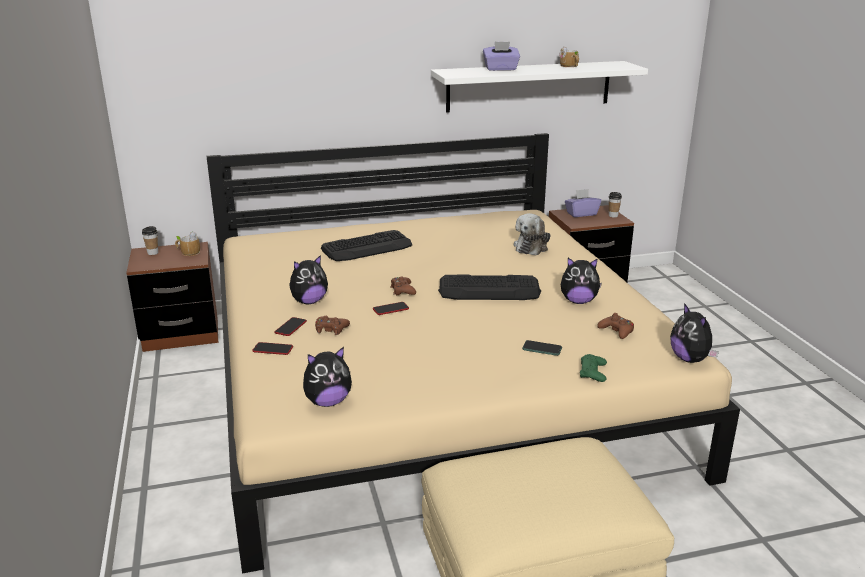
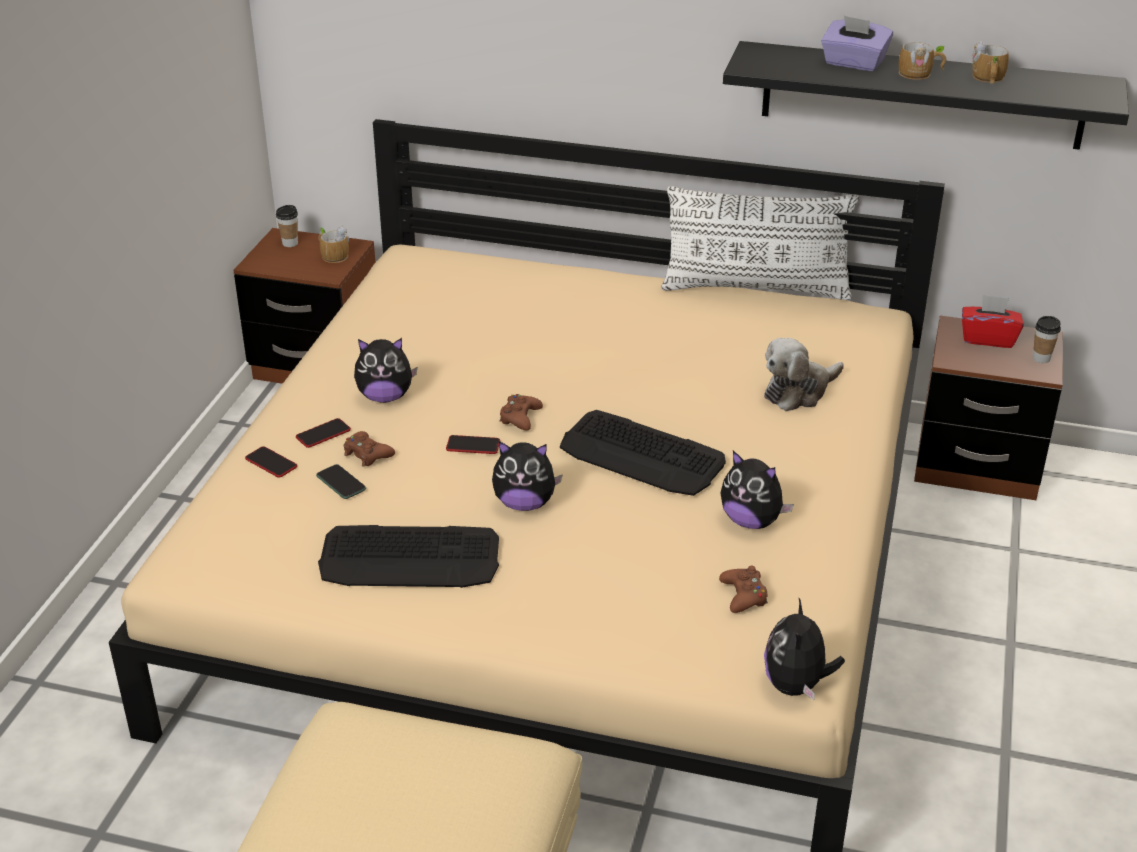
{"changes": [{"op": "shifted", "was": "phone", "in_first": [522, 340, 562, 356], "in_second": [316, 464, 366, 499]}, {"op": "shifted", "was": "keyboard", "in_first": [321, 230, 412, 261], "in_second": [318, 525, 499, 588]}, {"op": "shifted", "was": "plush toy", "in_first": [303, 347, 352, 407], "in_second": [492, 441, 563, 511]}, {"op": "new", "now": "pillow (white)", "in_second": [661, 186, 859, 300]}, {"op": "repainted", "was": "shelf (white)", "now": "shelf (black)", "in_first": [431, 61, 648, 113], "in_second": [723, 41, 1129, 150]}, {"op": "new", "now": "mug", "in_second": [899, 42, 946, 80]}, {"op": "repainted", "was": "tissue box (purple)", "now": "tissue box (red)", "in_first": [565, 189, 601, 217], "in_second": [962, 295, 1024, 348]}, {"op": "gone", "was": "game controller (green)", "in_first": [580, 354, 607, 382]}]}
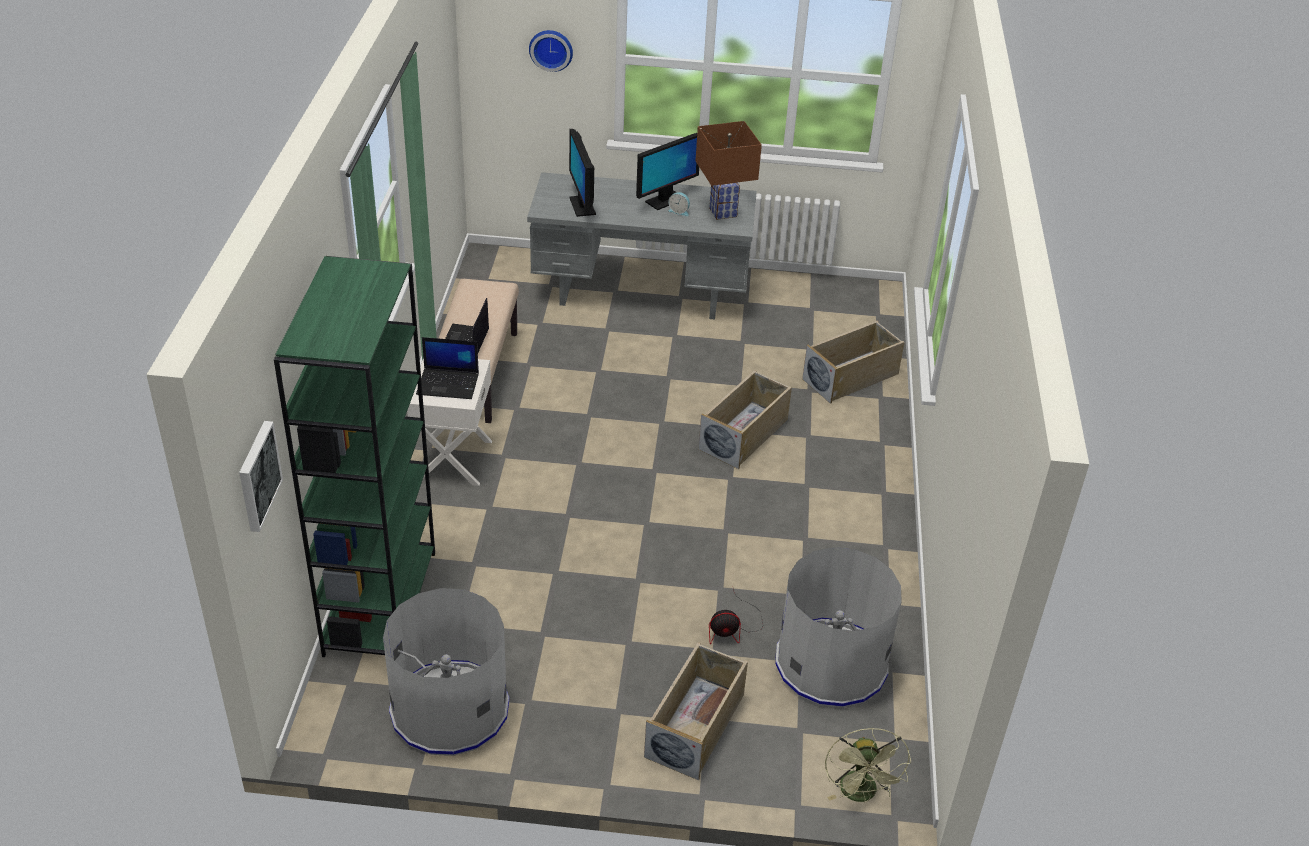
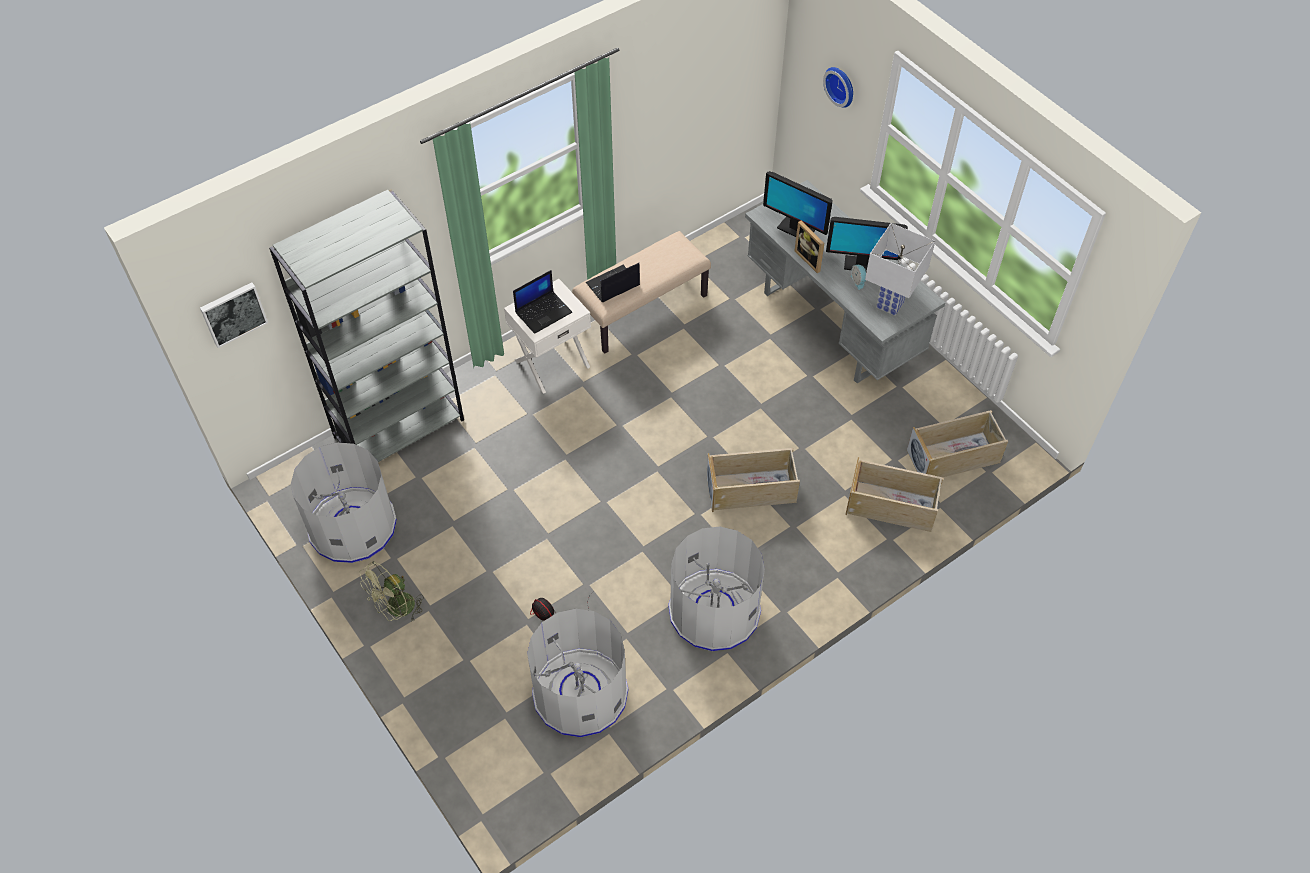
{"changes": [{"op": "repainted", "was": "bookcase (green)", "now": "bookcase (grey)", "in_first": [274, 256, 435, 657], "in_second": [269, 189, 464, 462]}, {"op": "shifted", "was": "fan (green)", "in_first": [825, 728, 911, 802], "in_second": [360, 561, 424, 622]}, {"op": "rotated", "was": "laptop", "in_first": [416, 337, 479, 399], "in_second": [513, 270, 572, 334], "clockwise": -90}, {"op": "new", "now": "trash can (grey)", "in_second": [668, 527, 765, 651]}, {"op": "rotated", "was": "monitor", "in_first": [569, 129, 596, 217], "in_second": [763, 171, 833, 237], "clockwise": -90}, {"op": "new", "now": "picture frame", "in_second": [794, 221, 824, 273]}, {"op": "repainted", "was": "table lamp (brown)", "now": "table lamp (white)", "in_first": [696, 121, 762, 220], "in_second": [865, 223, 935, 316]}, {"op": "shifted", "was": "storage box (beige)", "in_first": [644, 642, 748, 780], "in_second": [907, 410, 1008, 477]}]}
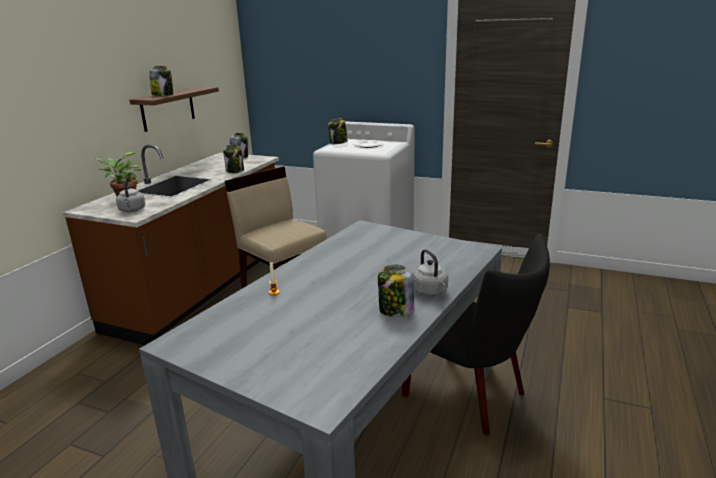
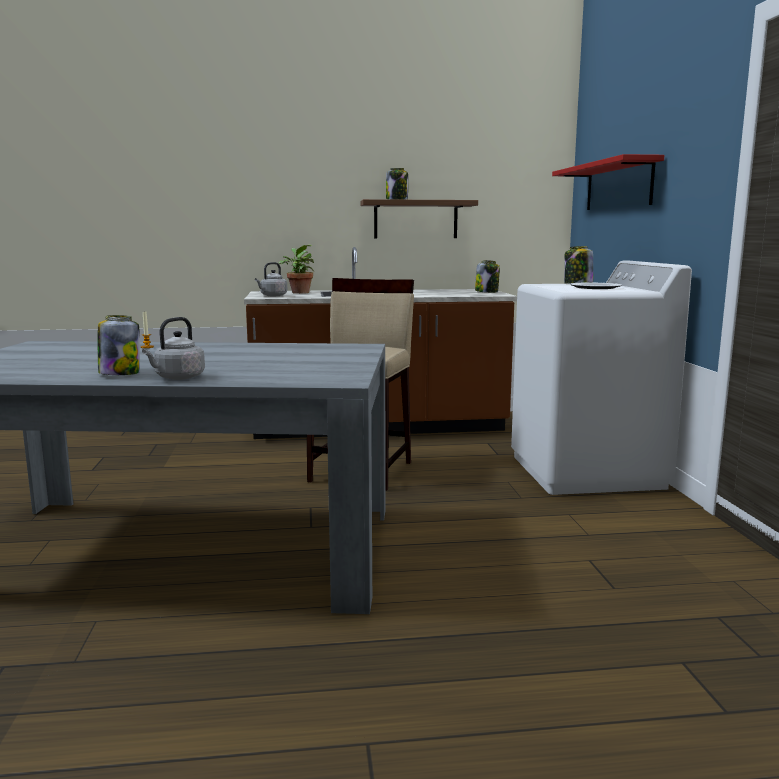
{"changes": [{"op": "new", "now": "shelf (red)", "in_second": [552, 154, 664, 210]}, {"op": "gone", "was": "jar", "in_first": [223, 144, 244, 173]}, {"op": "gone", "was": "chair (black)", "in_first": [402, 234, 550, 435]}]}
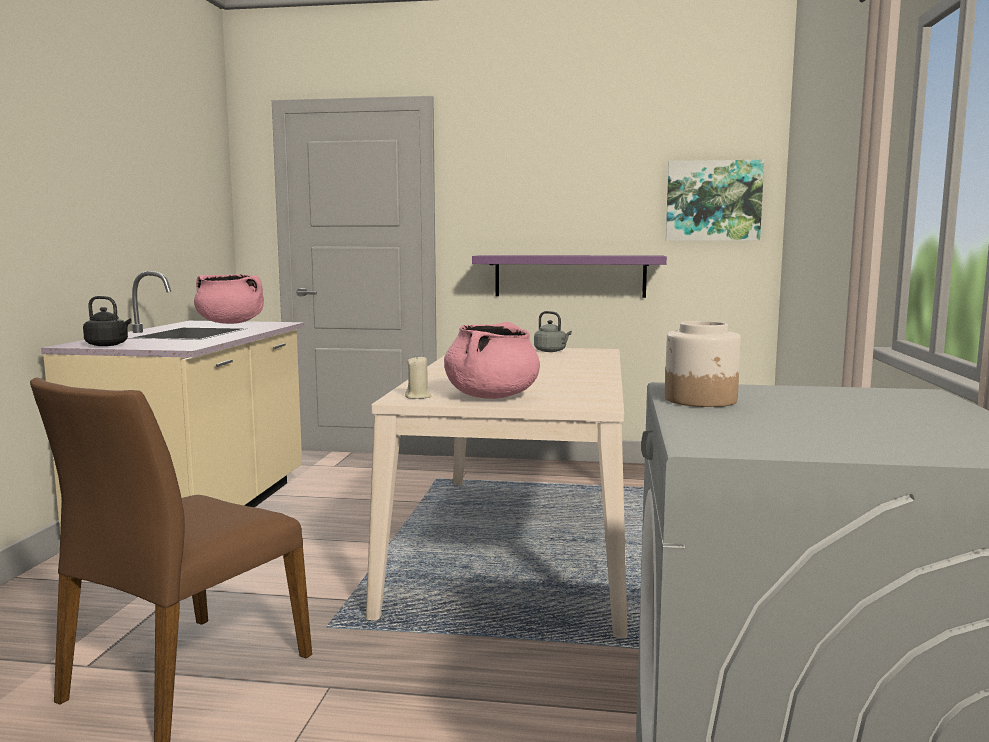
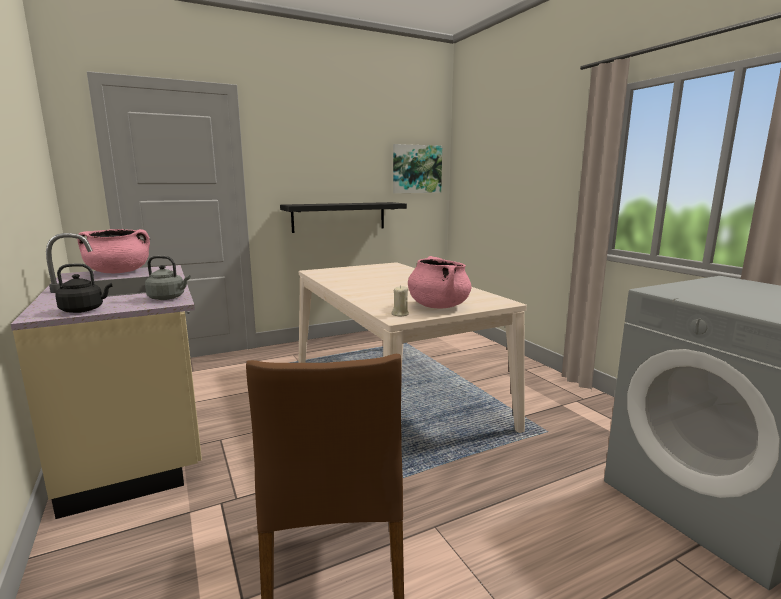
{"changes": [{"op": "shifted", "was": "kettle (grey)", "in_first": [534, 311, 572, 352], "in_second": [145, 256, 190, 300]}, {"op": "repainted", "was": "shelf (purple)", "now": "shelf (black)", "in_first": [472, 255, 667, 298], "in_second": [280, 202, 407, 233]}, {"op": "gone", "was": "jar", "in_first": [665, 321, 741, 407]}]}
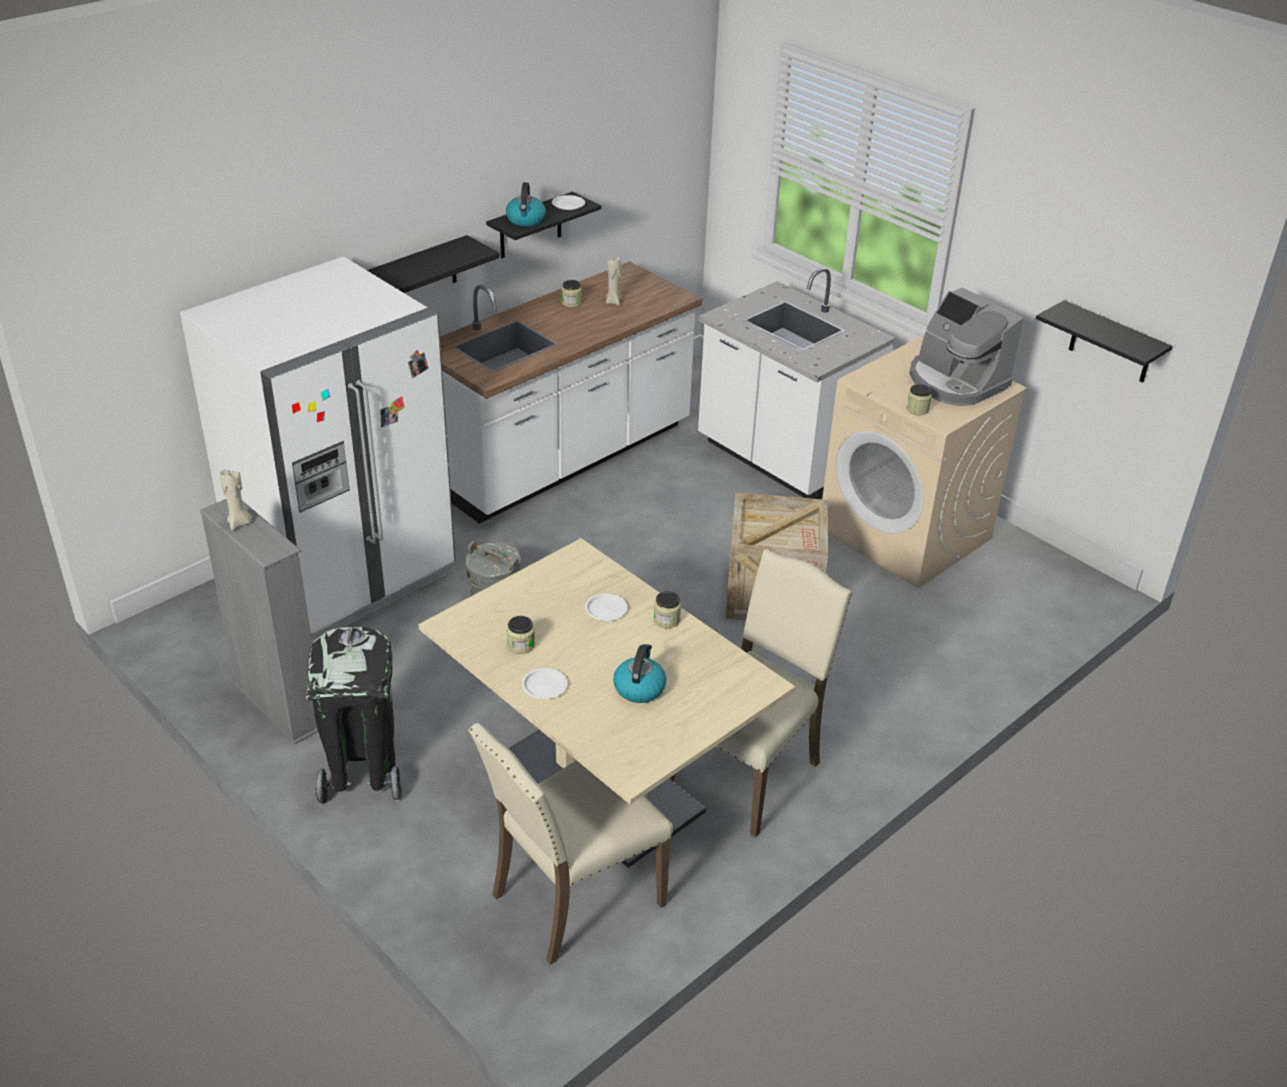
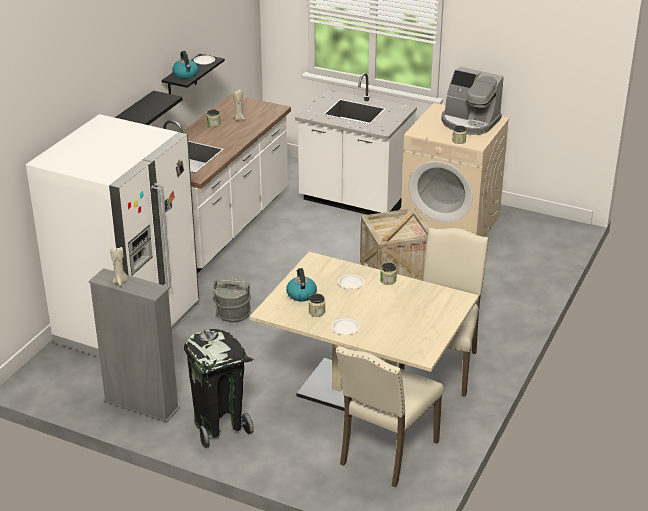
{"changes": [{"op": "shifted", "was": "kettle", "in_first": [613, 644, 666, 703], "in_second": [286, 268, 317, 301]}, {"op": "gone", "was": "shelf (black)", "in_first": [1036, 300, 1172, 383]}]}
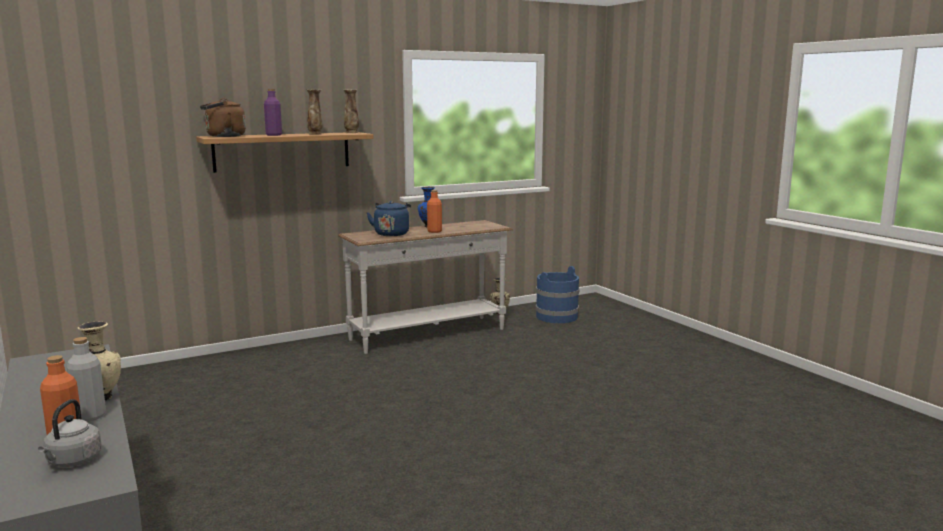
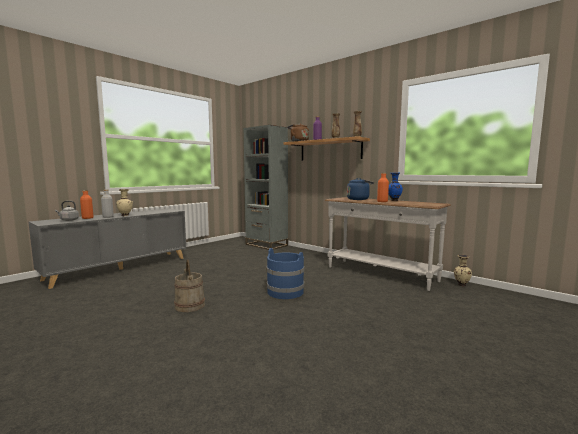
{"changes": [{"op": "new", "now": "bucket (beige)", "in_second": [174, 260, 205, 312]}, {"op": "new", "now": "bookcase (grey)", "in_second": [244, 125, 288, 250]}, {"op": "shifted", "was": "bucket (blue)", "in_first": [536, 266, 580, 323], "in_second": [267, 248, 304, 299]}]}
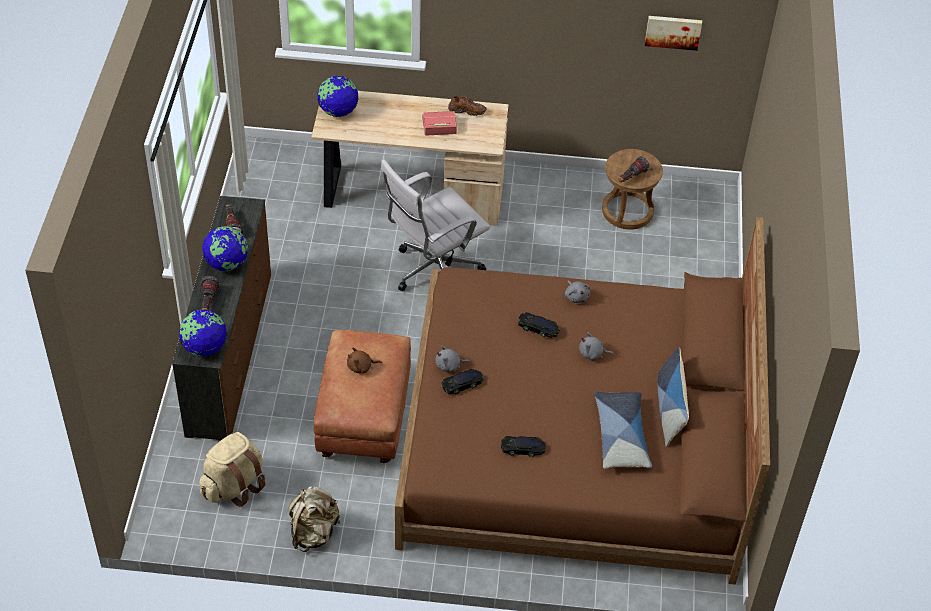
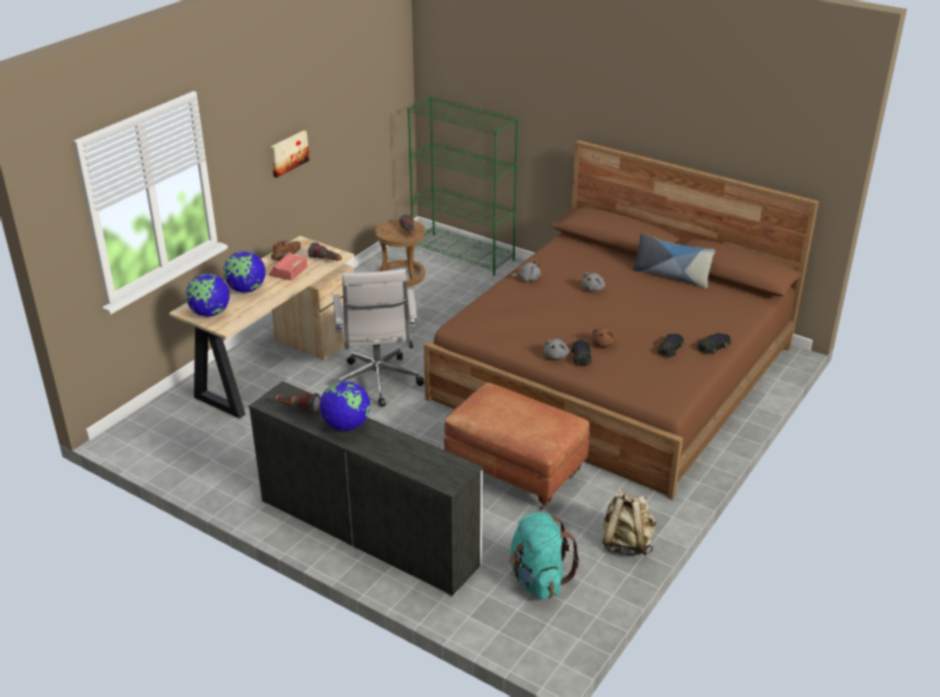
{"changes": [{"op": "shifted", "was": "globe", "in_first": [179, 309, 227, 357], "in_second": [223, 251, 266, 293]}, {"op": "repainted", "was": "dresser (brown)", "now": "dresser (white)", "in_first": [172, 196, 271, 441], "in_second": [248, 381, 483, 597]}, {"op": "shifted", "was": "picture", "in_first": [645, 16, 702, 51], "in_second": [270, 130, 309, 178]}, {"op": "shifted", "was": "flashlight", "in_first": [201, 276, 220, 310], "in_second": [308, 242, 342, 261]}, {"op": "new", "now": "bookcase (green)", "in_second": [407, 96, 519, 276]}, {"op": "repainted", "was": "backpack (beige)", "now": "backpack (turquoise)", "in_first": [199, 432, 265, 507], "in_second": [509, 512, 580, 600]}, {"op": "shifted", "was": "plush toy (brown)", "in_first": [347, 347, 382, 373], "in_second": [592, 327, 617, 347]}, {"op": "shifted", "was": "toy car (black)", "in_first": [518, 312, 559, 338], "in_second": [697, 333, 731, 354]}, {"op": "gone", "was": "pillow", "in_first": [595, 391, 652, 469]}]}
